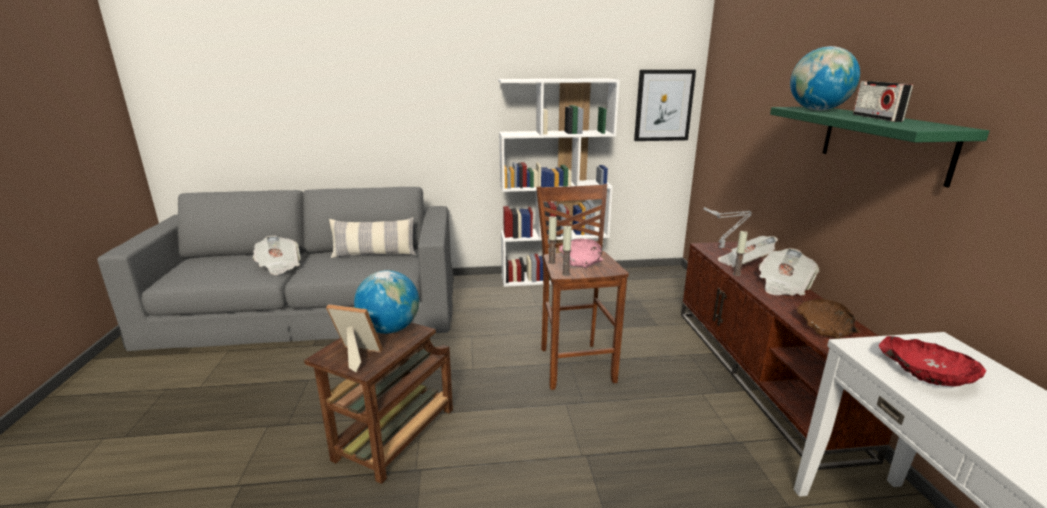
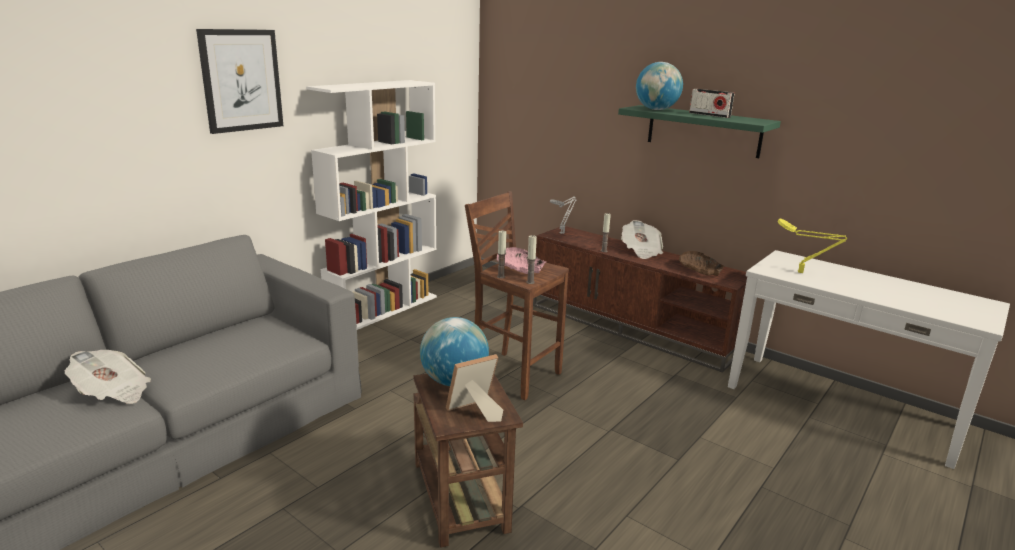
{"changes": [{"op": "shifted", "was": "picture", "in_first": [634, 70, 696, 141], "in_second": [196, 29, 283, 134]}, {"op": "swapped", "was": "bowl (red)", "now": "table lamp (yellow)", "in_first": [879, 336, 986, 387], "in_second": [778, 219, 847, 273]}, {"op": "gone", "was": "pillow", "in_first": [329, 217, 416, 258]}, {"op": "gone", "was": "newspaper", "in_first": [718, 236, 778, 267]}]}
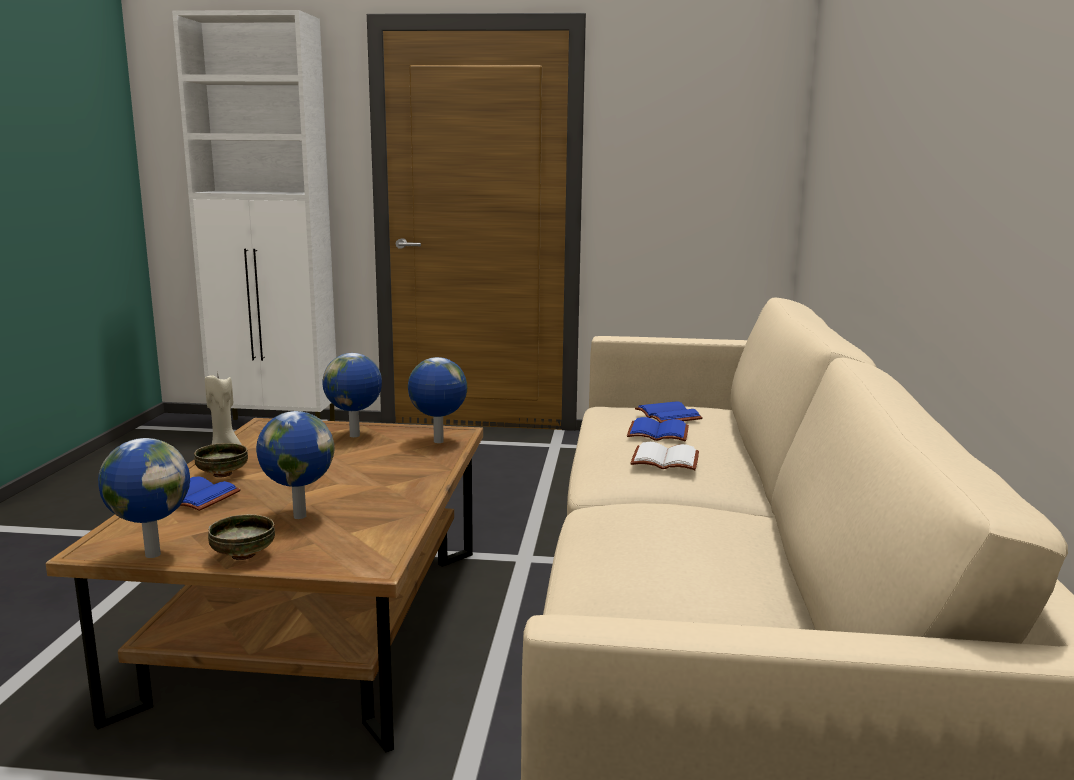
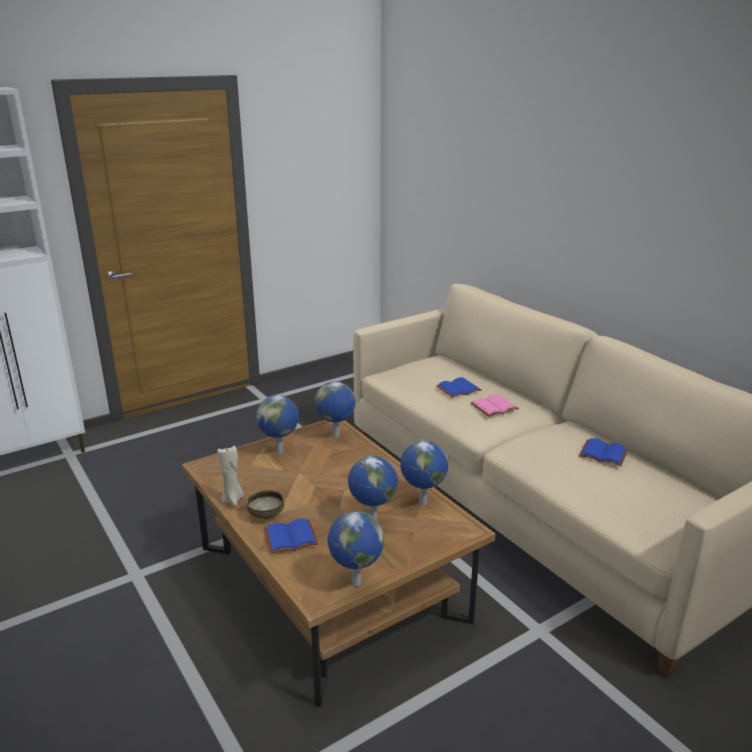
{"changes": [{"op": "new", "now": "globe", "in_second": [400, 440, 448, 506]}, {"op": "repainted", "was": "book (white)", "now": "book (pink)", "in_first": [630, 442, 699, 470], "in_second": [471, 394, 519, 417]}, {"op": "shifted", "was": "book (blue)", "in_first": [635, 401, 703, 423], "in_second": [579, 438, 628, 467]}, {"op": "gone", "was": "bowl", "in_first": [208, 514, 275, 560]}]}
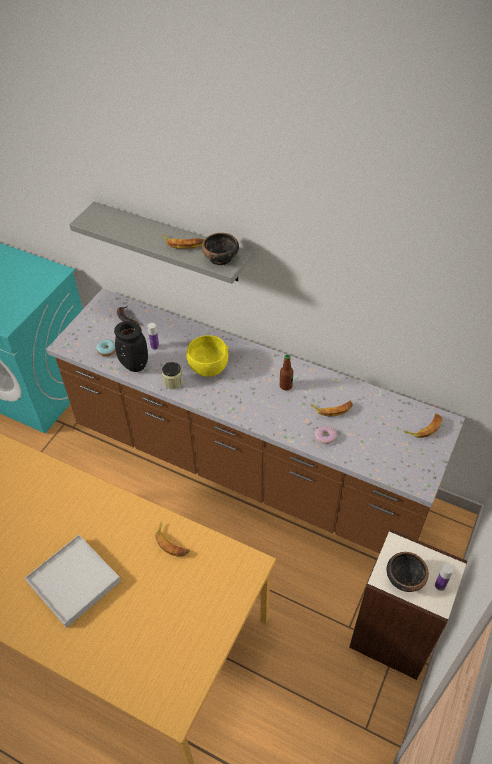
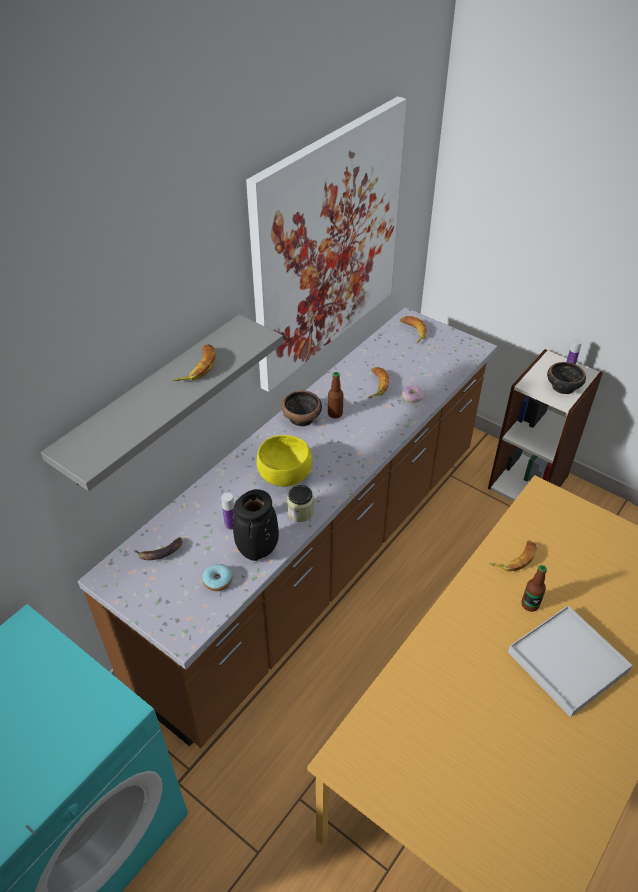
{"changes": [{"op": "new", "now": "picture", "in_second": [246, 96, 406, 392]}, {"op": "shifted", "was": "bowl", "in_first": [202, 233, 239, 265], "in_second": [282, 391, 322, 427]}, {"op": "new", "now": "bottle", "in_second": [521, 565, 547, 612]}]}
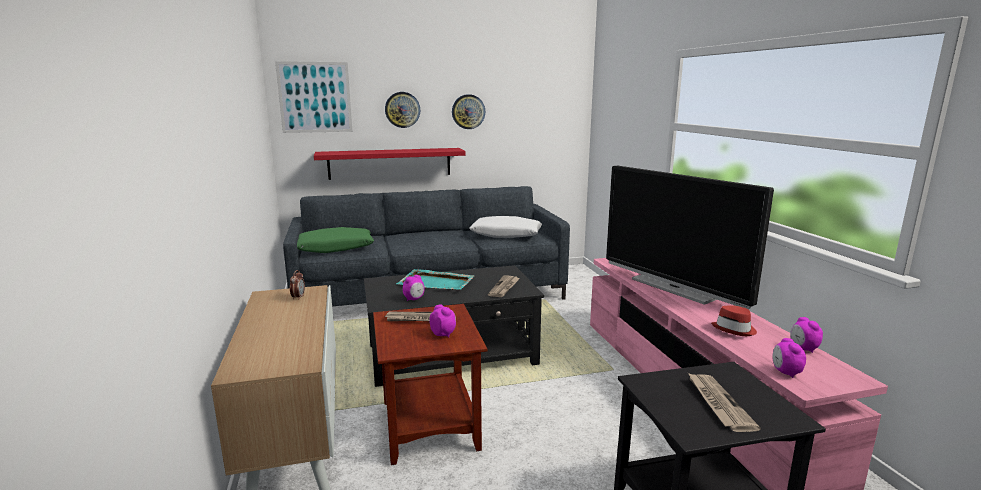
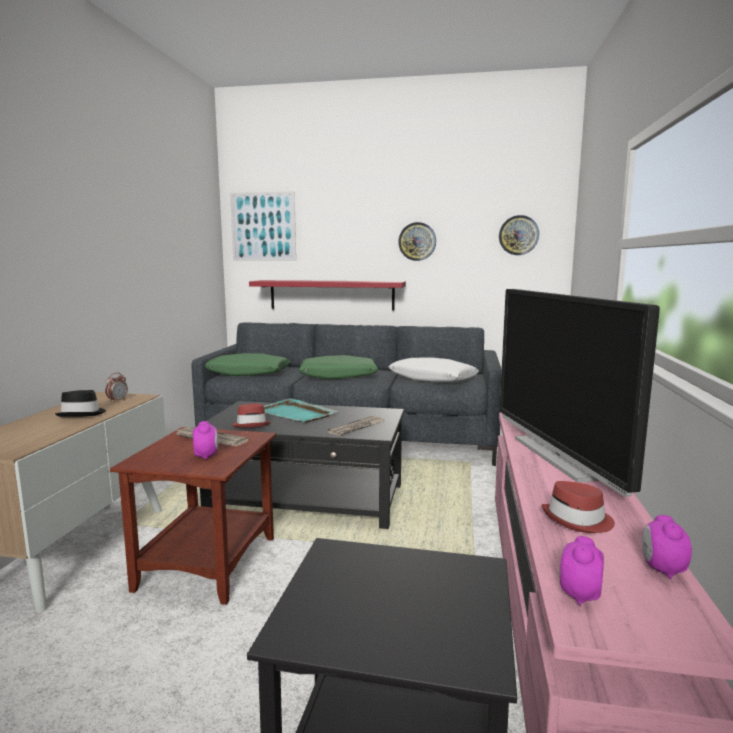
{"changes": [{"op": "new", "now": "hat (black)", "in_second": [55, 390, 106, 417]}, {"op": "swapped", "was": "alarm clock", "now": "hat (red)", "in_first": [403, 275, 425, 301], "in_second": [232, 403, 271, 428]}, {"op": "new", "now": "pillow (green)", "in_second": [299, 355, 378, 379]}, {"op": "shifted", "was": "wall clock", "in_first": [385, 92, 420, 128], "in_second": [499, 215, 539, 255]}, {"op": "gone", "was": "newspaper", "in_first": [688, 373, 761, 432]}]}
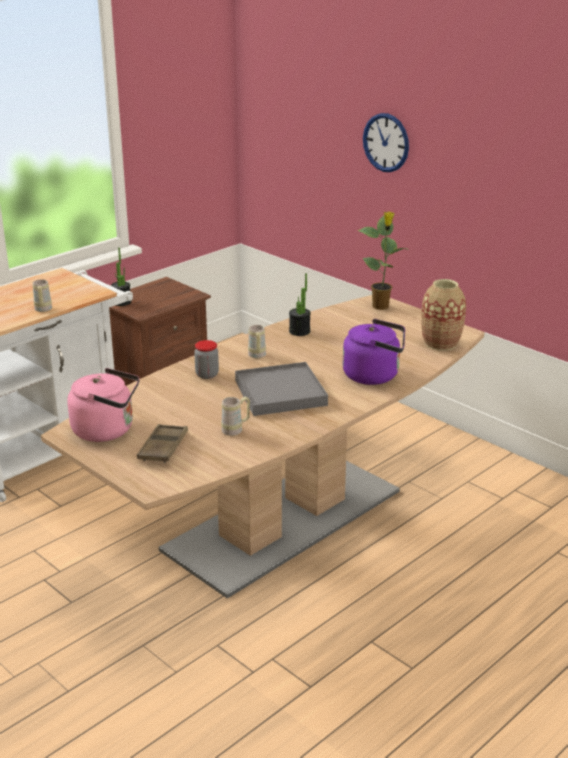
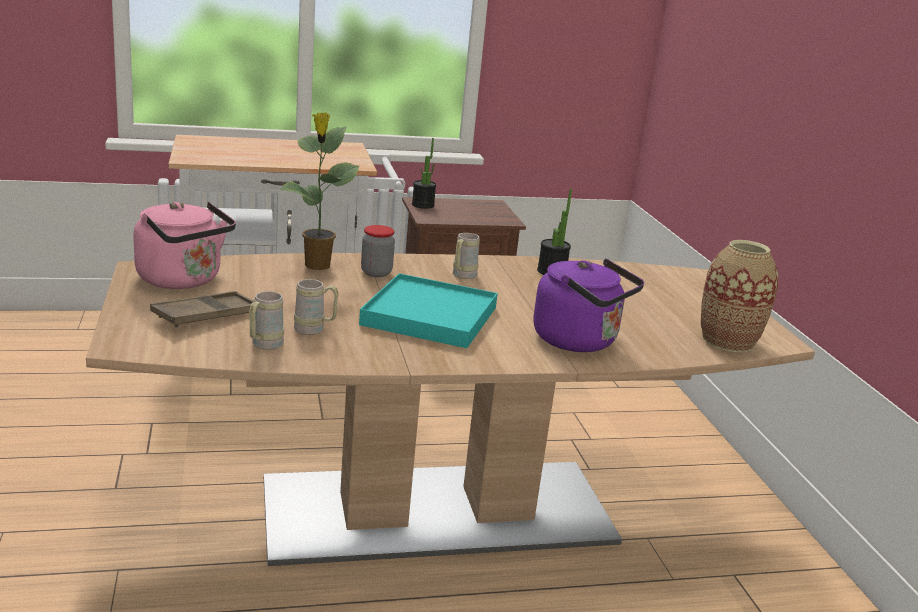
{"changes": [{"op": "shifted", "was": "mug (beige)", "in_first": [32, 279, 52, 312], "in_second": [249, 291, 284, 350]}, {"op": "shifted", "was": "potted plant", "in_first": [357, 211, 411, 310], "in_second": [279, 112, 360, 270]}, {"op": "repainted", "was": "tray (grey)", "now": "tray (turquoise)", "in_first": [235, 362, 328, 416], "in_second": [359, 273, 498, 348]}, {"op": "gone", "was": "wall clock", "in_first": [363, 113, 409, 172]}]}
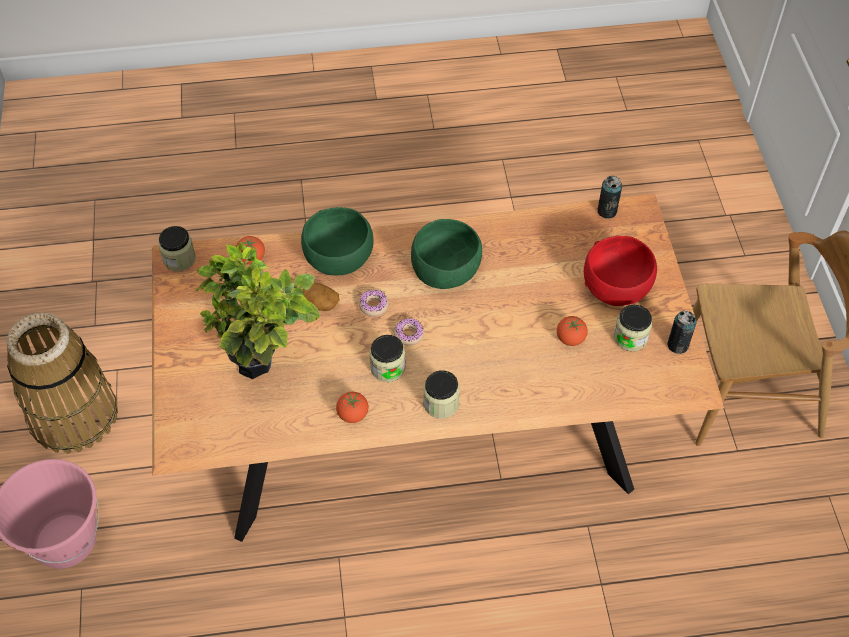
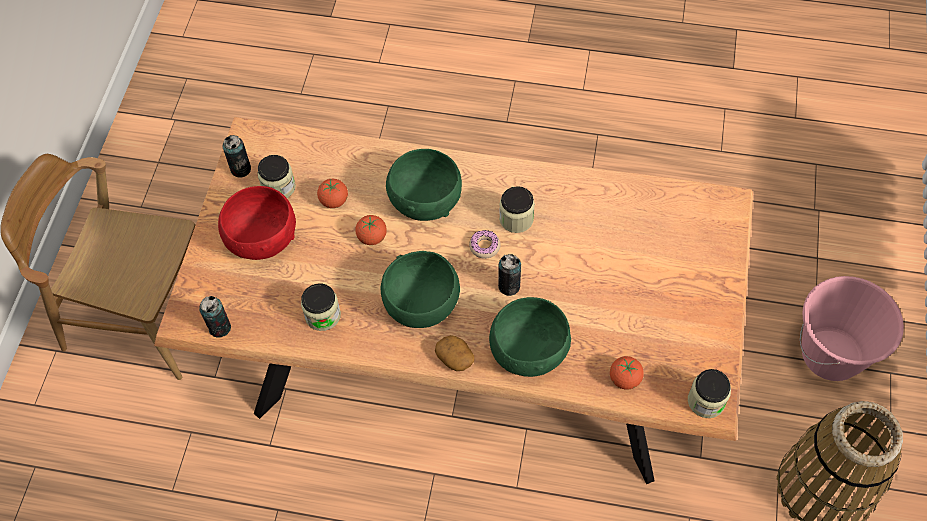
{"changes": [{"op": "shifted", "was": "jar", "in_first": [423, 370, 460, 419], "in_second": [301, 283, 341, 331]}, {"op": "shifted", "was": "tomato", "in_first": [336, 392, 368, 423], "in_second": [356, 215, 387, 245]}, {"op": "new", "now": "bowl (green)", "in_second": [386, 149, 462, 221]}, {"op": "shifted", "was": "potato", "in_first": [302, 283, 339, 311], "in_second": [435, 335, 474, 371]}, {"op": "swapped", "was": "donut", "now": "can", "in_first": [359, 290, 389, 316], "in_second": [498, 254, 521, 296]}, {"op": "gone", "was": "potted plant", "in_first": [195, 242, 320, 380]}]}
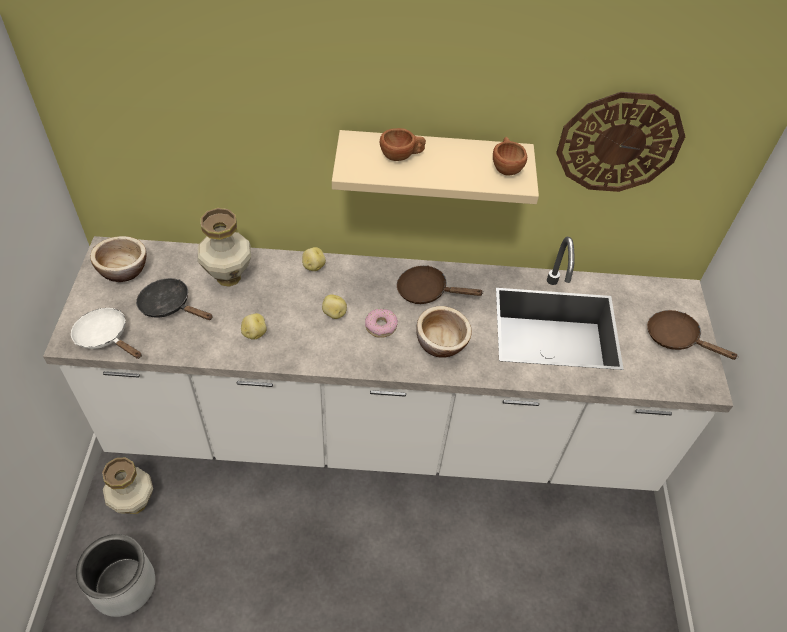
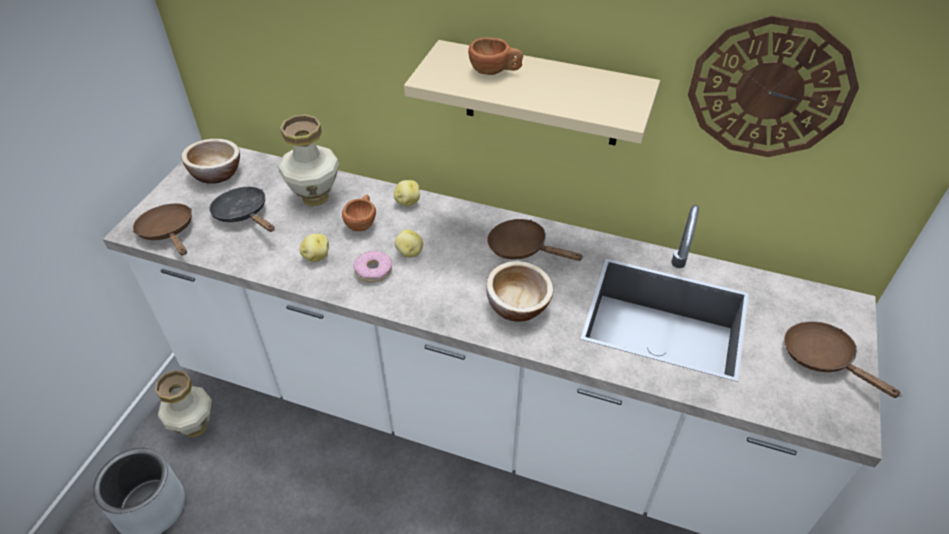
{"changes": [{"op": "repainted", "was": "frying pan (white)", "now": "frying pan (brown)", "in_first": [71, 308, 142, 359], "in_second": [133, 203, 192, 256]}, {"op": "shifted", "was": "cup (brown)", "in_first": [493, 137, 527, 176], "in_second": [342, 195, 376, 232]}, {"op": "shifted", "was": "donut", "in_first": [365, 309, 398, 338], "in_second": [353, 251, 392, 282]}]}
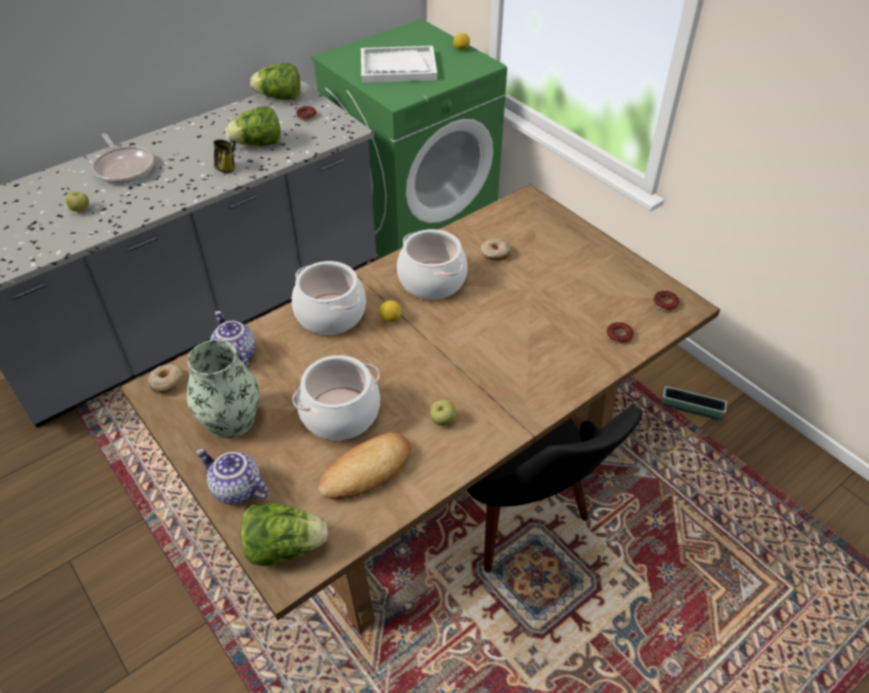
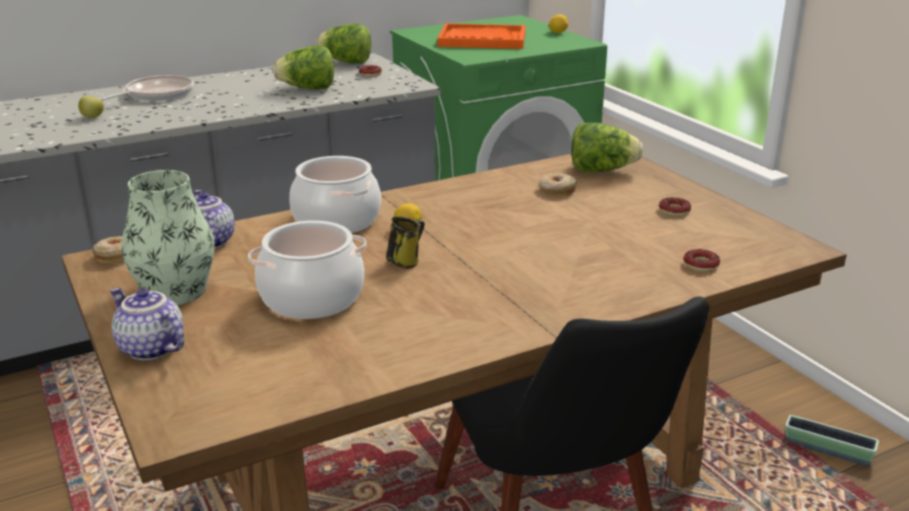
{"changes": [{"op": "rotated", "was": "frying pan", "in_first": [93, 133, 154, 184], "in_second": [98, 75, 194, 101], "clockwise": -120}, {"op": "shifted", "was": "mug", "in_first": [213, 139, 236, 173], "in_second": [386, 216, 425, 269]}, {"op": "repainted", "was": "tray (white)", "now": "tray (orange)", "in_first": [361, 46, 437, 83], "in_second": [437, 23, 526, 49]}, {"op": "shifted", "was": "lettuce", "in_first": [241, 504, 328, 566], "in_second": [571, 123, 643, 173]}, {"op": "shifted", "was": "donut", "in_first": [653, 291, 680, 311], "in_second": [659, 197, 691, 216]}, {"op": "gone", "was": "bread", "in_first": [319, 432, 411, 499]}, {"op": "gone", "was": "cooking pot", "in_first": [397, 229, 467, 300]}, {"op": "gone", "was": "apple", "in_first": [430, 399, 456, 426]}]}
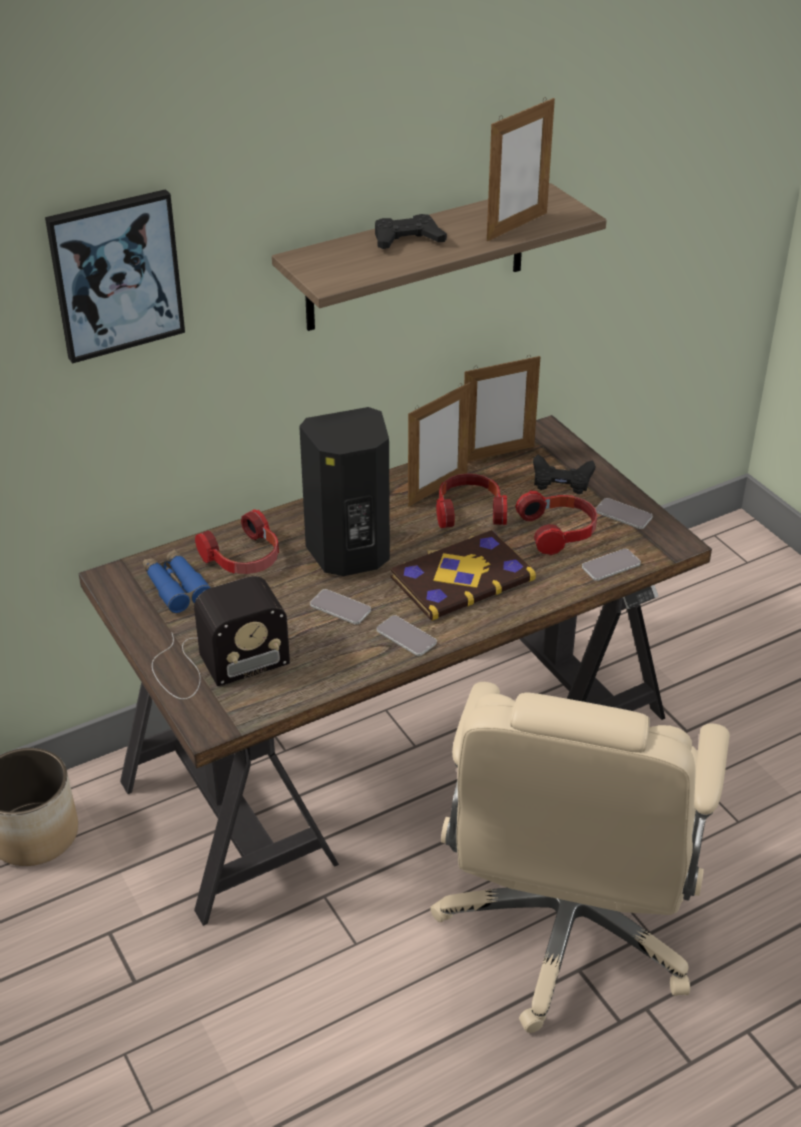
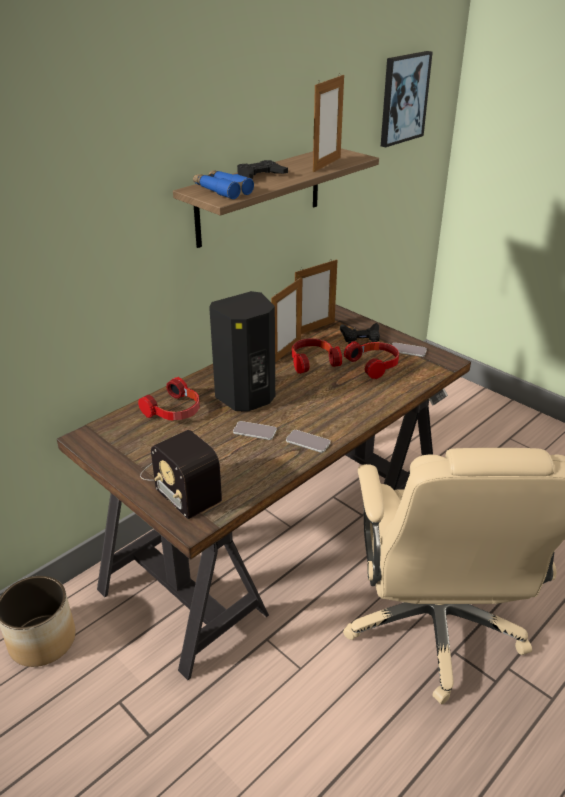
{"changes": [{"op": "rotated", "was": "radio", "in_first": [152, 576, 290, 699], "in_second": [140, 430, 222, 519], "clockwise": 90}, {"op": "shifted", "was": "binoculars (blue)", "in_first": [142, 549, 211, 613], "in_second": [193, 170, 254, 200]}, {"op": "shifted", "was": "picture", "in_first": [45, 189, 185, 364], "in_second": [381, 51, 433, 148]}, {"op": "gone", "was": "book", "in_first": [390, 530, 536, 621]}, {"op": "gone", "was": "phone", "in_first": [582, 549, 641, 581]}]}
